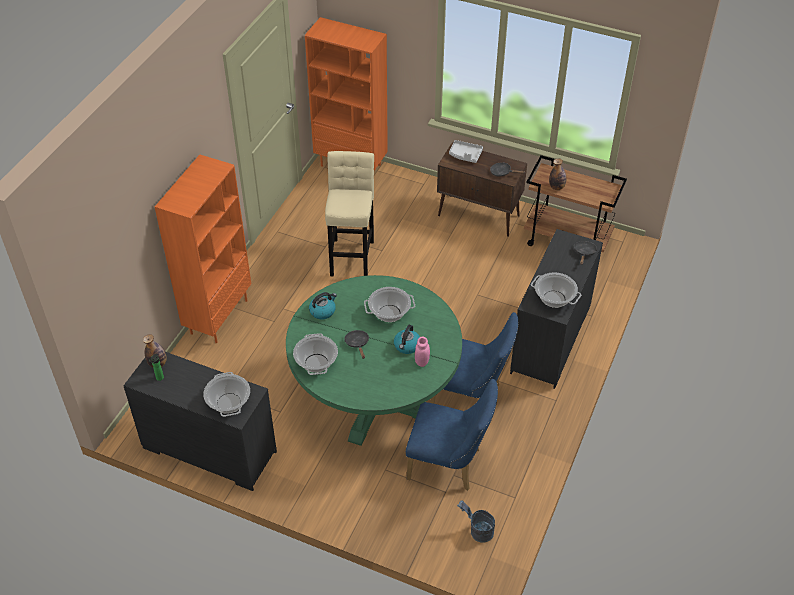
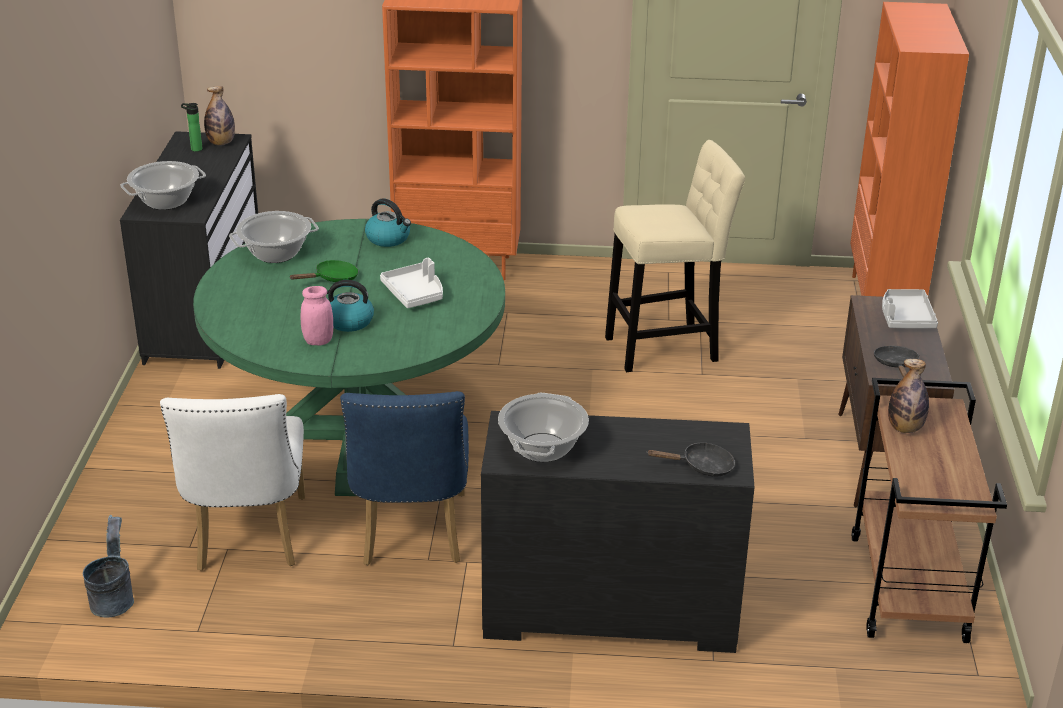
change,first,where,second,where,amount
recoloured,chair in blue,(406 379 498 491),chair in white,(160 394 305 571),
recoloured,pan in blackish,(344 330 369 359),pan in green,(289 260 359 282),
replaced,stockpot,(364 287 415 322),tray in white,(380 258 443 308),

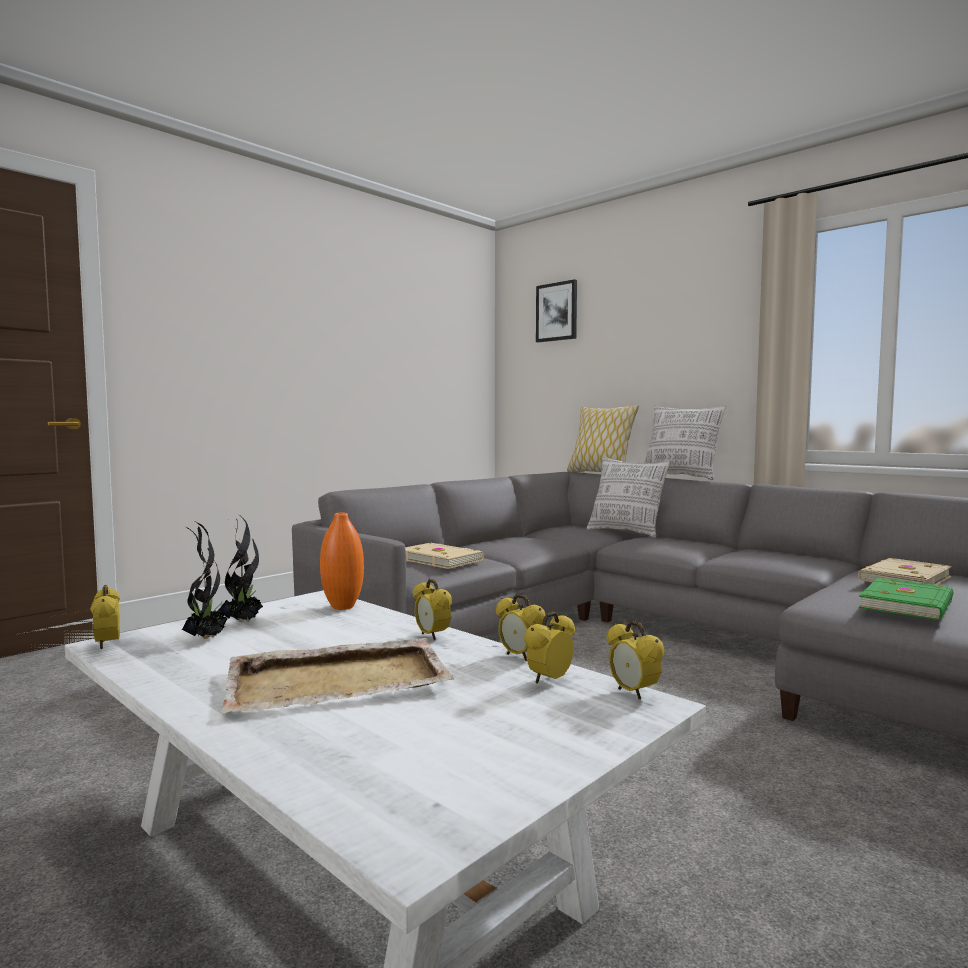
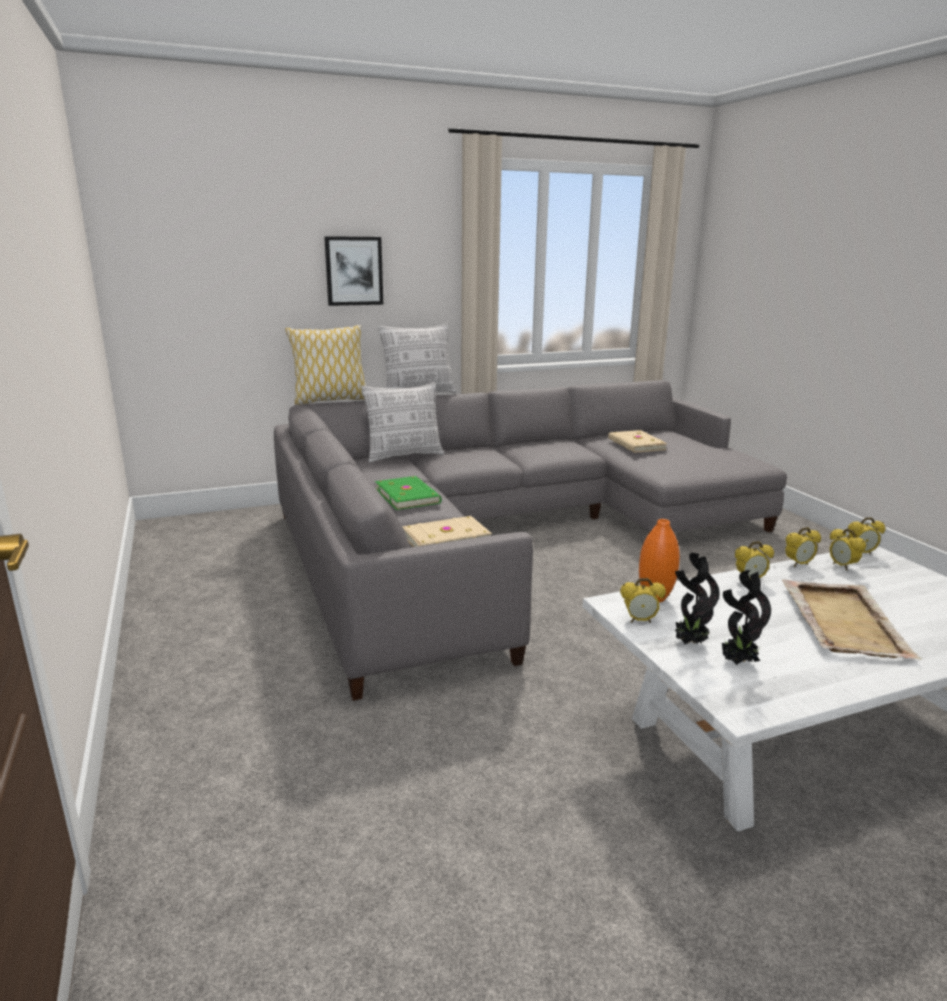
change,first,where,second,where,amount
moved,wall picture,(536 279 577 342),,(324 236 383 306),
moved,book in green,(858 578 953 620),,(375 476 441 510),
moved,table clock,(90 585 120 649),,(620 578 666 623),

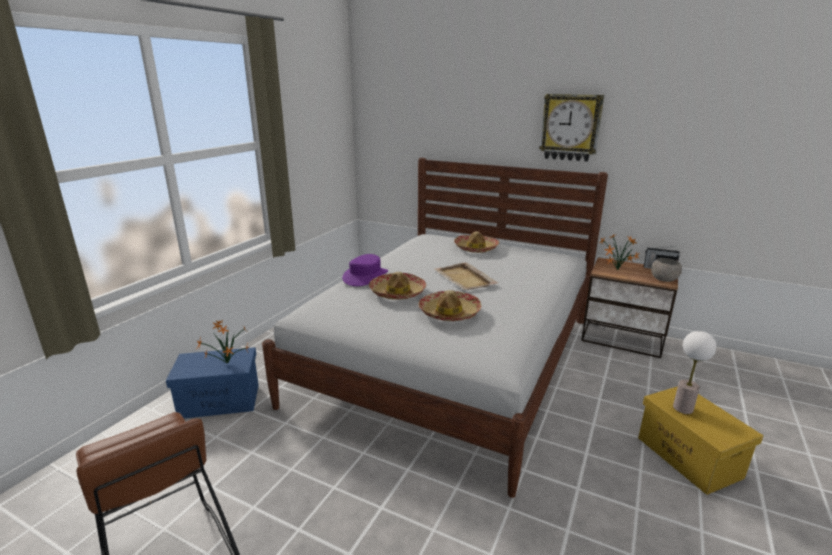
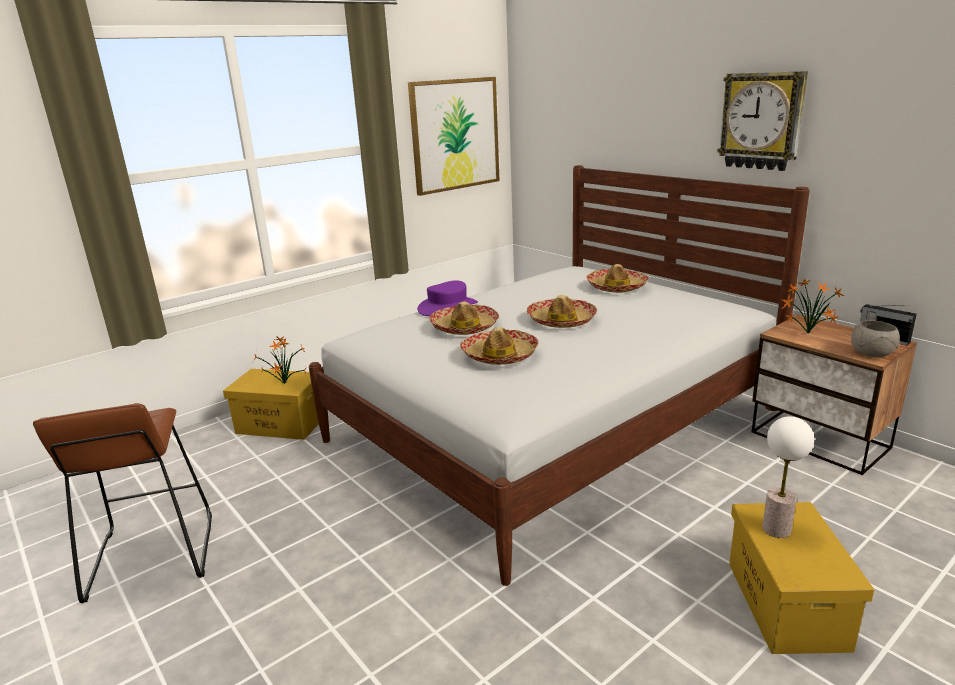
change,first,where,second,where,amount
recoloured,storage container in blue,(166 347 259 418),storage container in yellow,(223 369 319 440),
added,,,wall picture,(408 77 500 196),
replaced,tray in sand-coloured,(434 262 498 290),clothing hat,(527 295 597 328),

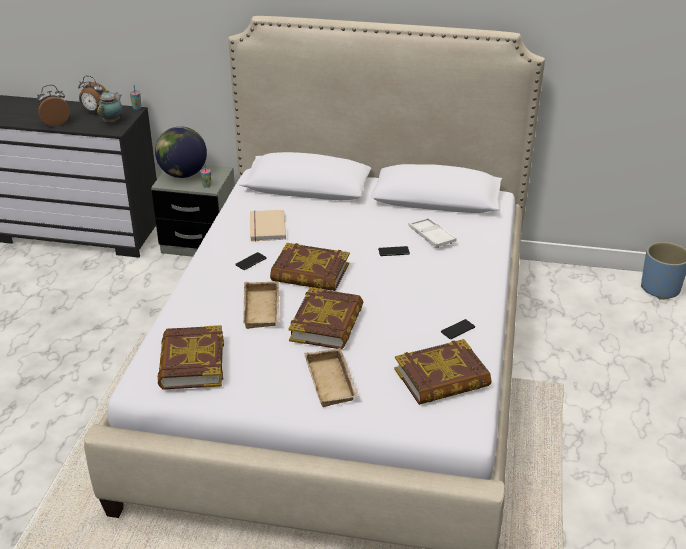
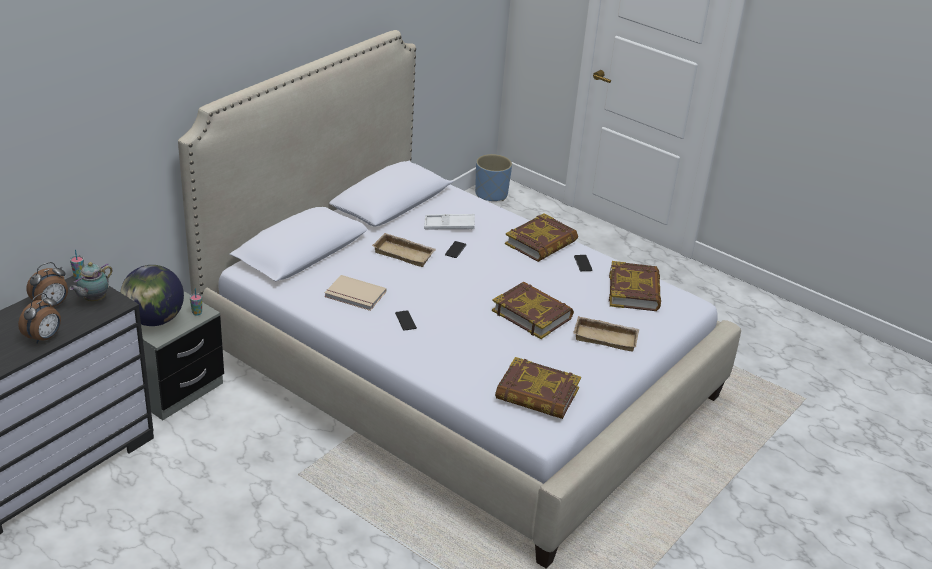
change,first,where,second,where,amount
turned,table clock,(37 85 70 126),,(18 293 61 344),150 degrees counterclockwise
turned,pot for tea,(97 89 122 123),,(69 262 113 301),105 degrees counterclockwise
moved,tray in sand-coloured,(243 281 280 329),,(372 233 436 267),
moved,book,(270 243 350 291),,(505 213 578 262),

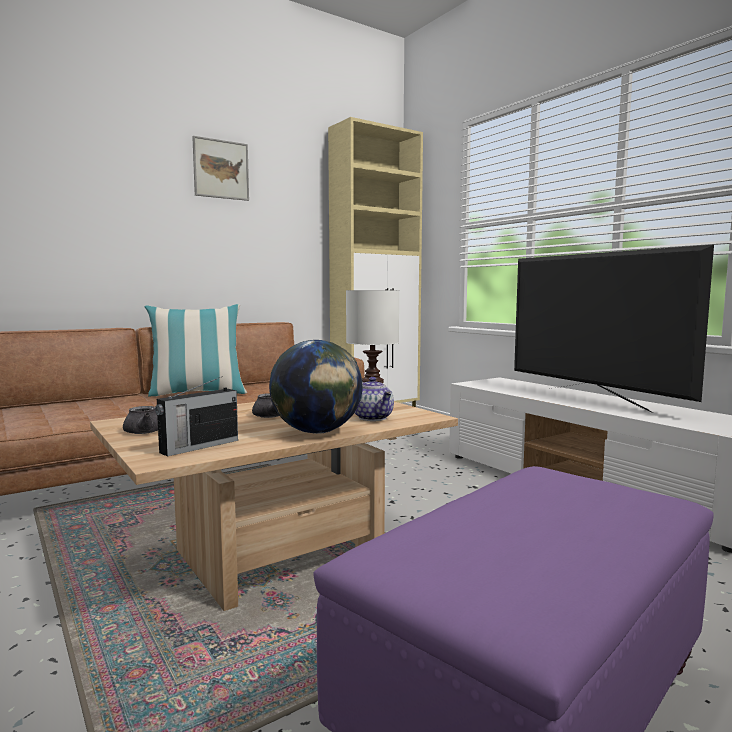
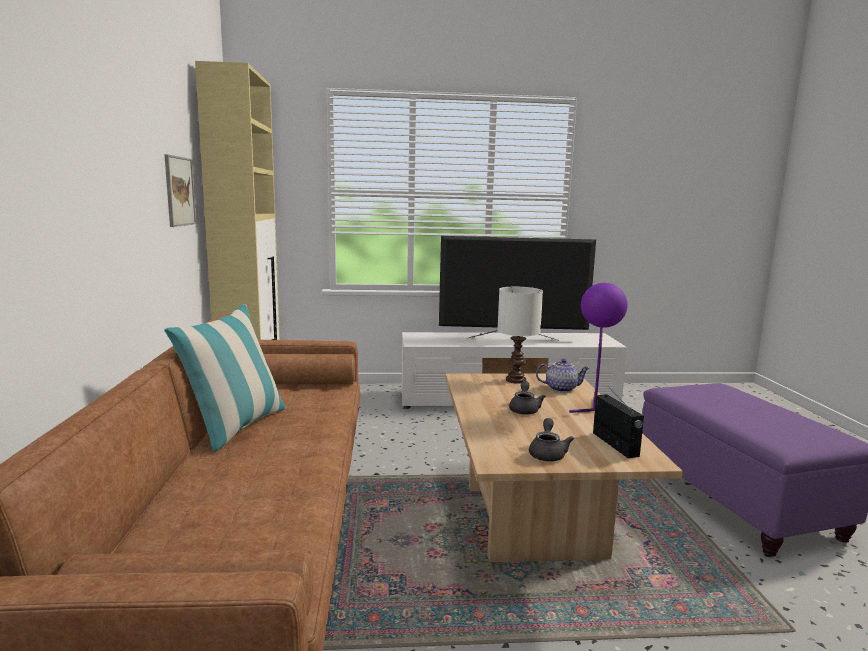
change,first,where,second,where,amount
moved,wall picture,(192 136 249 201),,(164 154 196 227),
replaced,world globe,(269 340 362 434),lamp for a table in purple,(569 283 628 413),

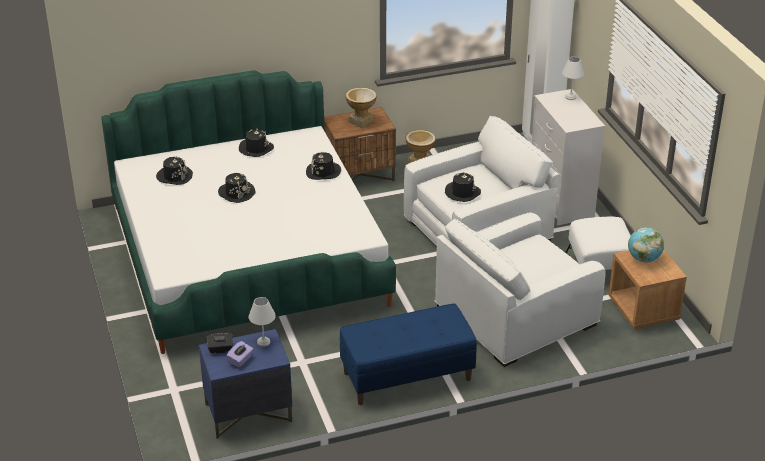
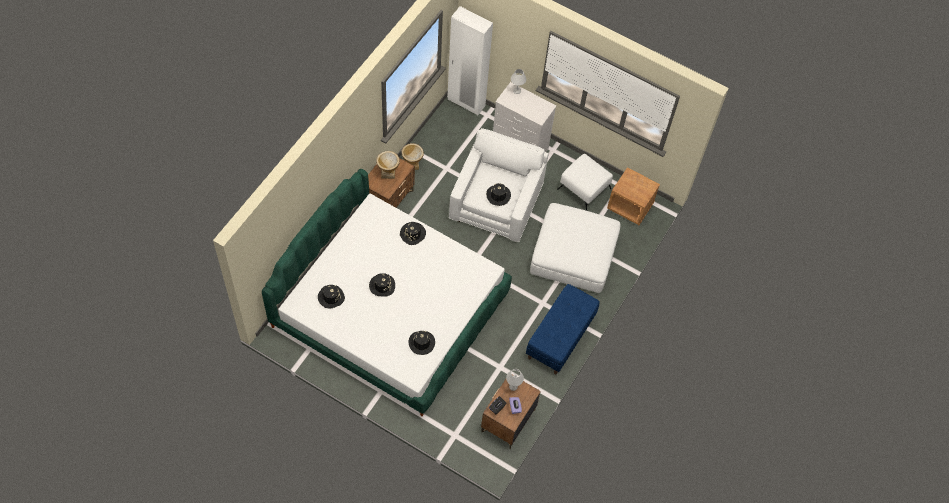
change,first,where,second,where,amount
moved,clothing hat in blackish,(239 128 274 157),,(409 331 435 355),
recoloured,bedside table in blue,(199 329 292 439),bedside table in brown,(481 375 541 449),
replaced,armchair in white,(435 212 606 367),footrest in white,(530 203 621 293),
removed,world globe,(628 227 664 262),,,

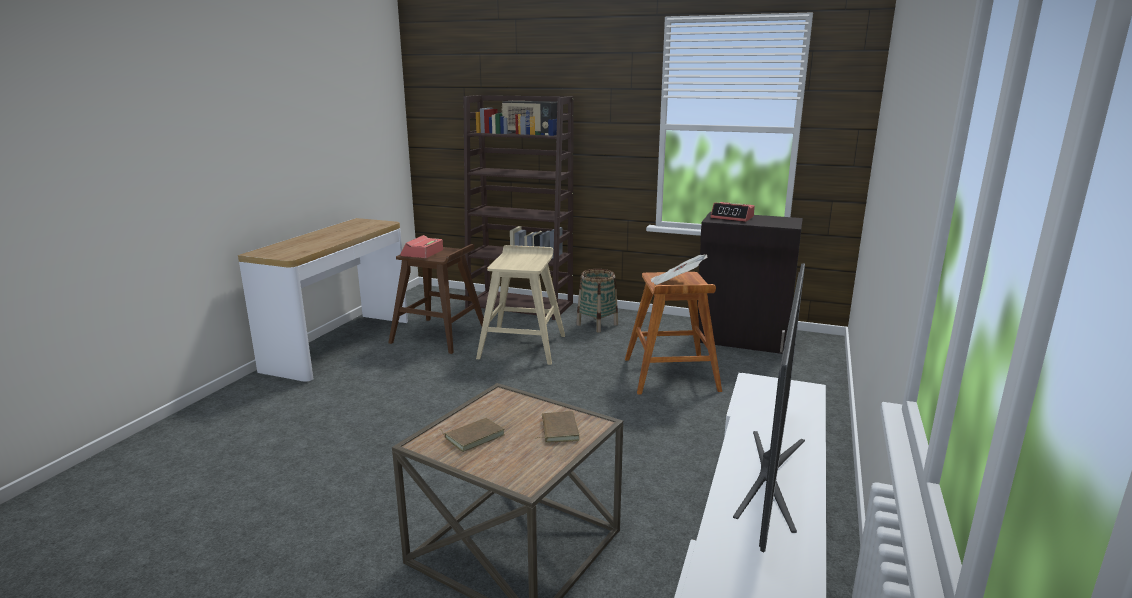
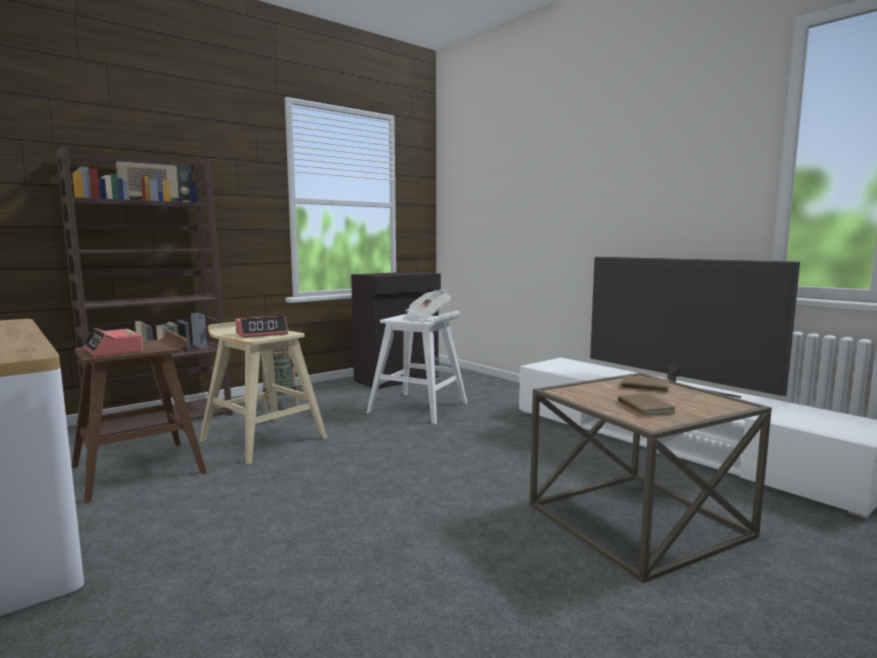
change,first,where,second,where,amount
moved,table clock,(710 202 755 222),,(235 316 288 338),
recoloured,sitting stool in brown,(625 272 722 395),sitting stool in white,(366 311 467 424),

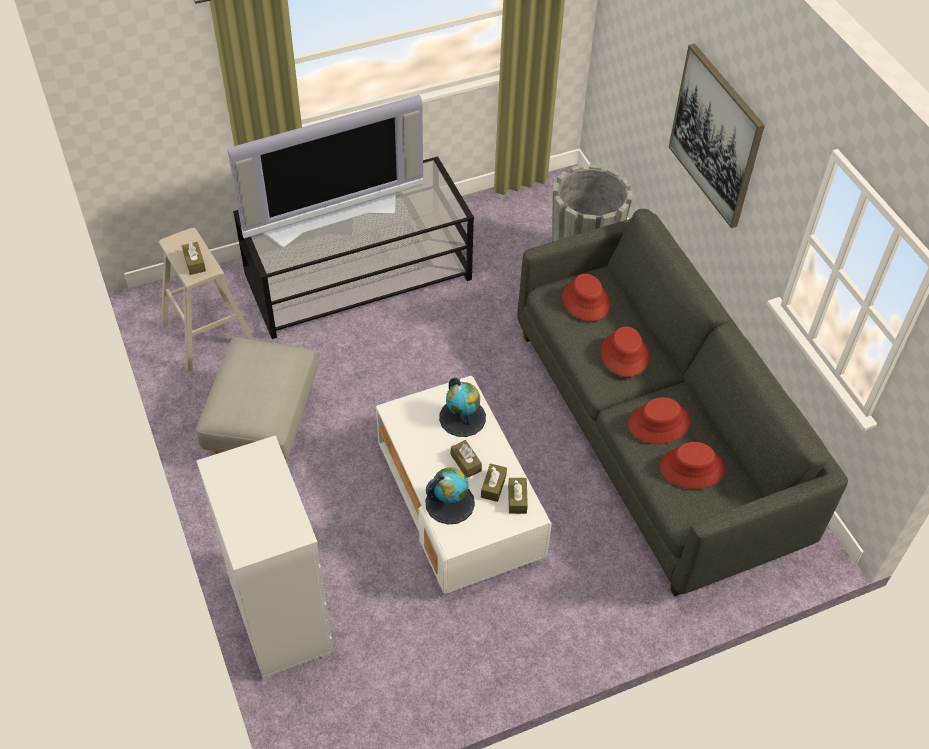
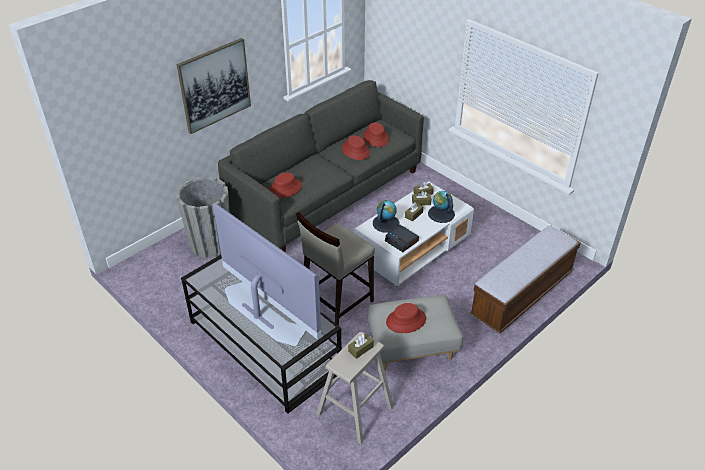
change,first,where,second,where,amount
added,,,sitting stool in sand-coloured,(296 212 375 326),
added,,,table clock,(385 225 419 252),
moved,clothing hat in reddish,(601 326 649 377),,(386 303 426 333),
replaced,dresser in white,(196 435 334 680),bench,(470 225 581 333),

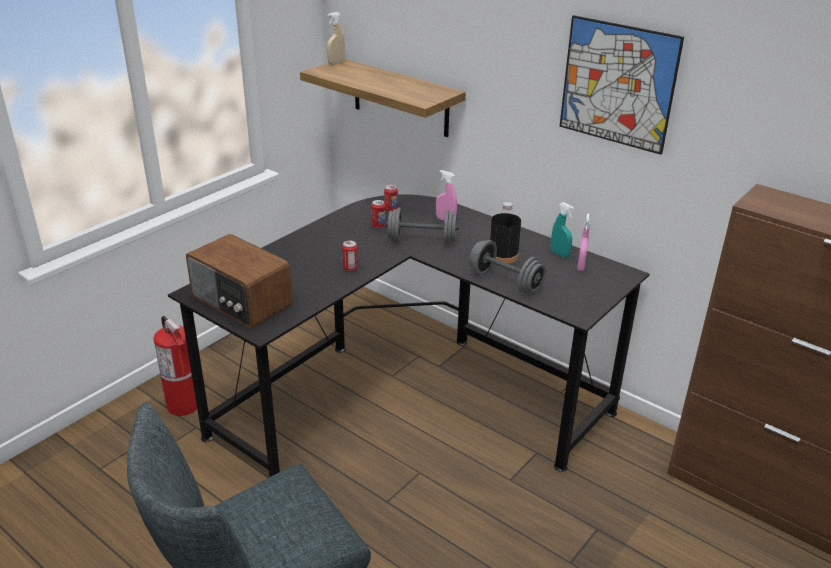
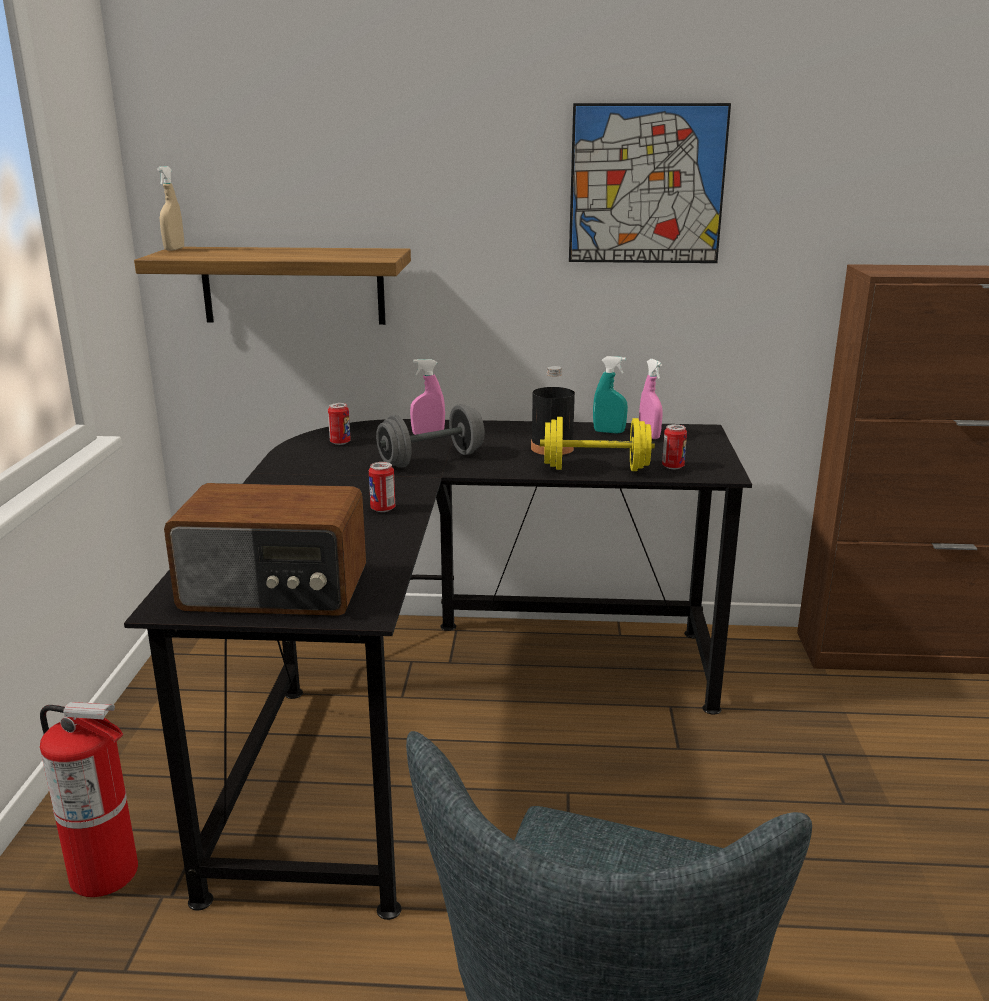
change,first,where,second,where,amount
recoloured,dumbbell in greyish,(469 240 545 293),dumbbell in yellow,(540 417 655 471),
moved,can,(371 200 385 228),,(662 424 687 469),

